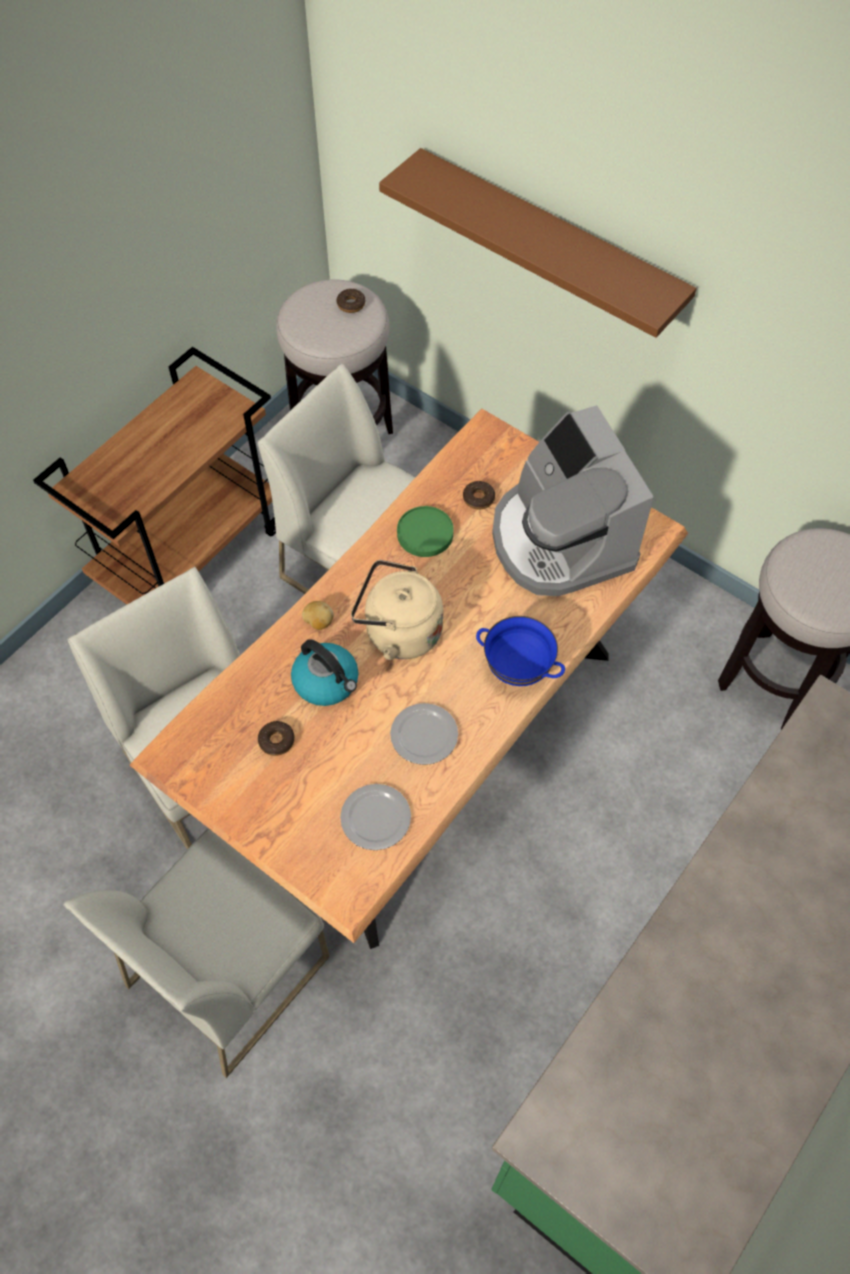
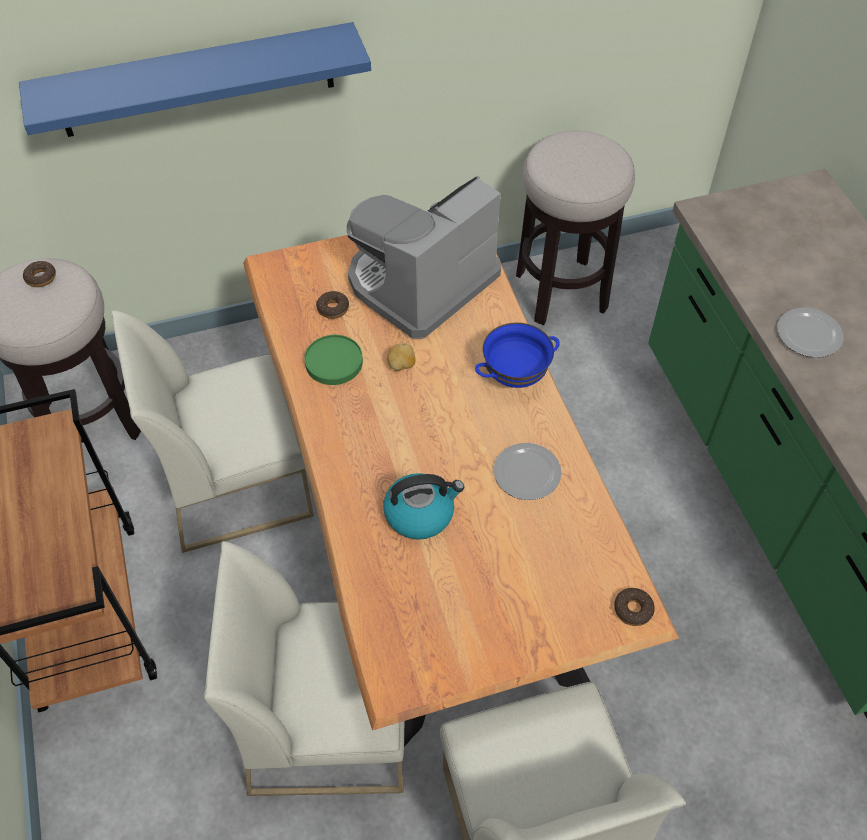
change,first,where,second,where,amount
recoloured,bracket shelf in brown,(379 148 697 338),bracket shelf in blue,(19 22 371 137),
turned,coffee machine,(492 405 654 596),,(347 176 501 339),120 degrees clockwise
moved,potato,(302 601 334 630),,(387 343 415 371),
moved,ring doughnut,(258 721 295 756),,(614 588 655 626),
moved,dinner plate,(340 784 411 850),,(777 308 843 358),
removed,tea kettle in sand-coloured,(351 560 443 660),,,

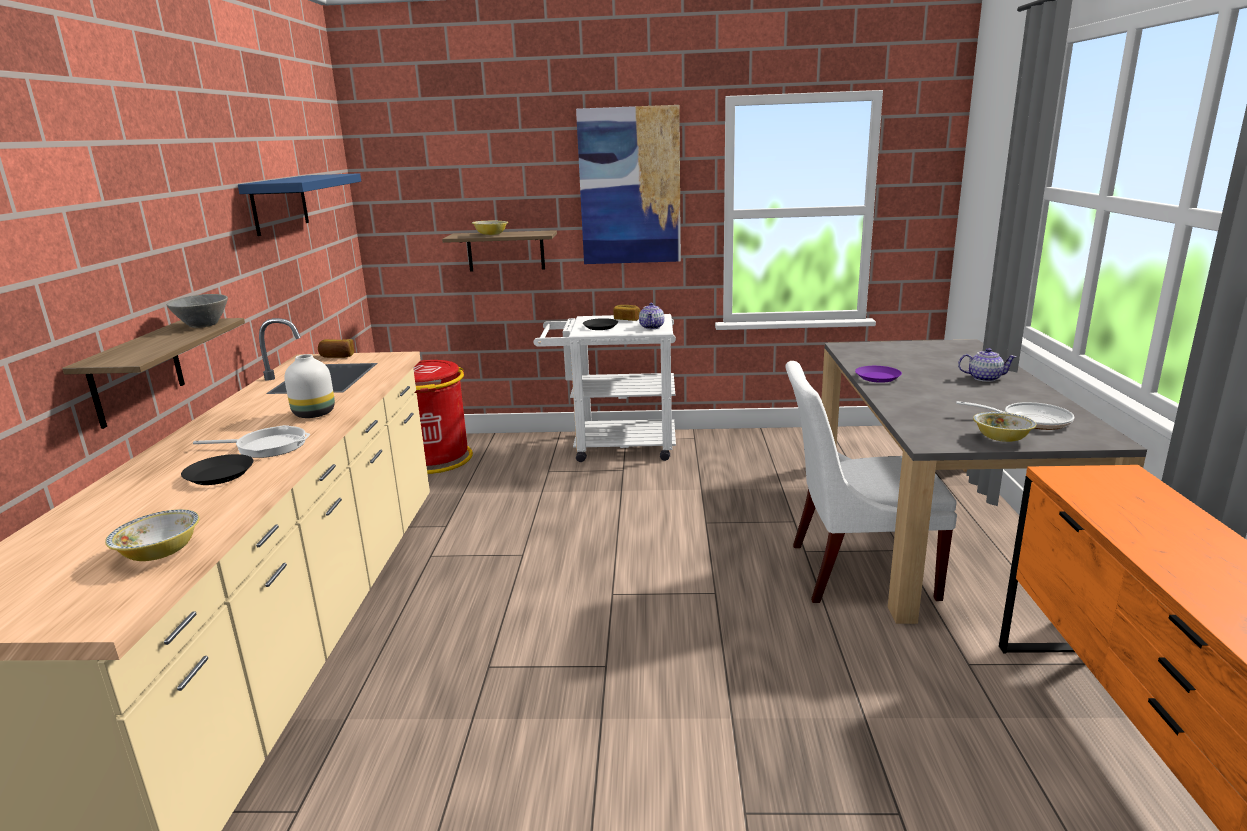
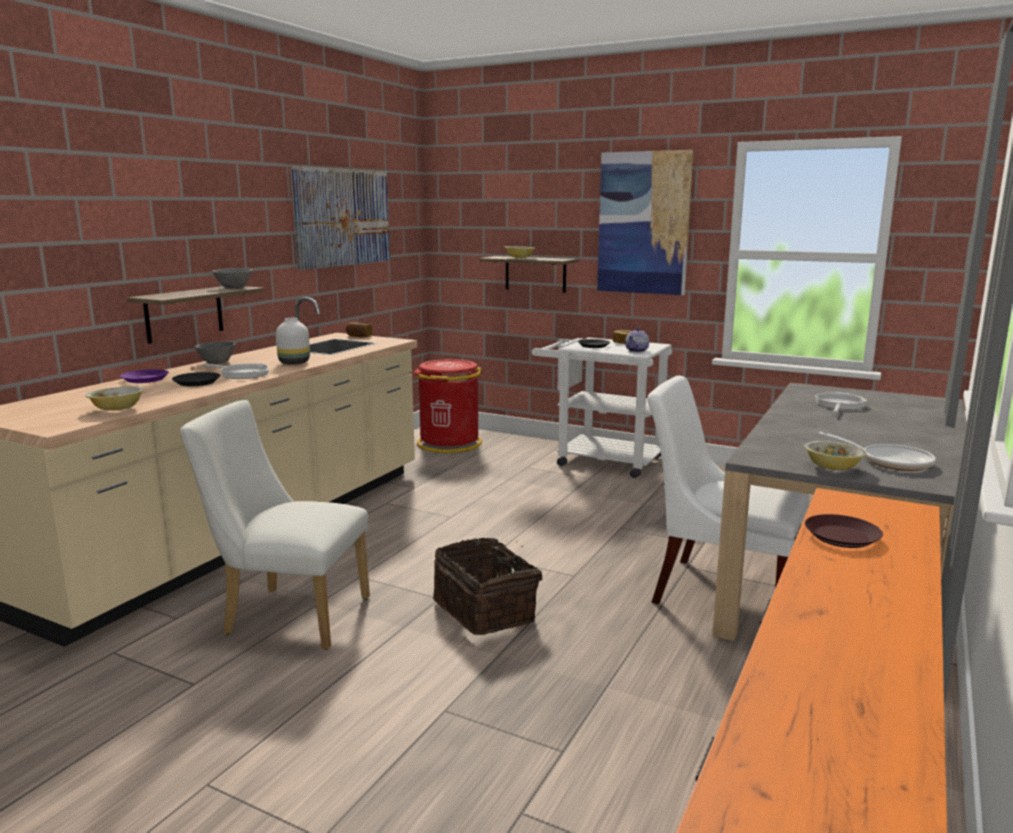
change,first,where,second,where,amount
moved,dinner plate in purple,(855 366 902 383),,(120 369 169 383),
added,,,chair in white,(180 400 370 650),
added,,,bowl in greyish,(195 341 235 364),
replaced,bracket shelf in blue,(238 173 361 236),wall picture,(290 166 390 270),
added,,,storage basket,(433 537 542 635),
added,,,dinner plate in brown,(805 514 883 548),
added,,,pan,(814 392 867 414),
removed,pot for tea,(958 348 1017 382),,,

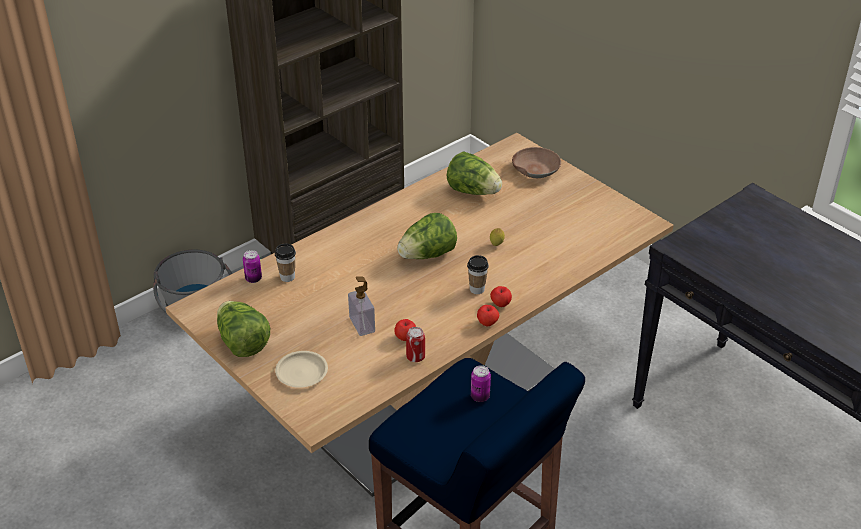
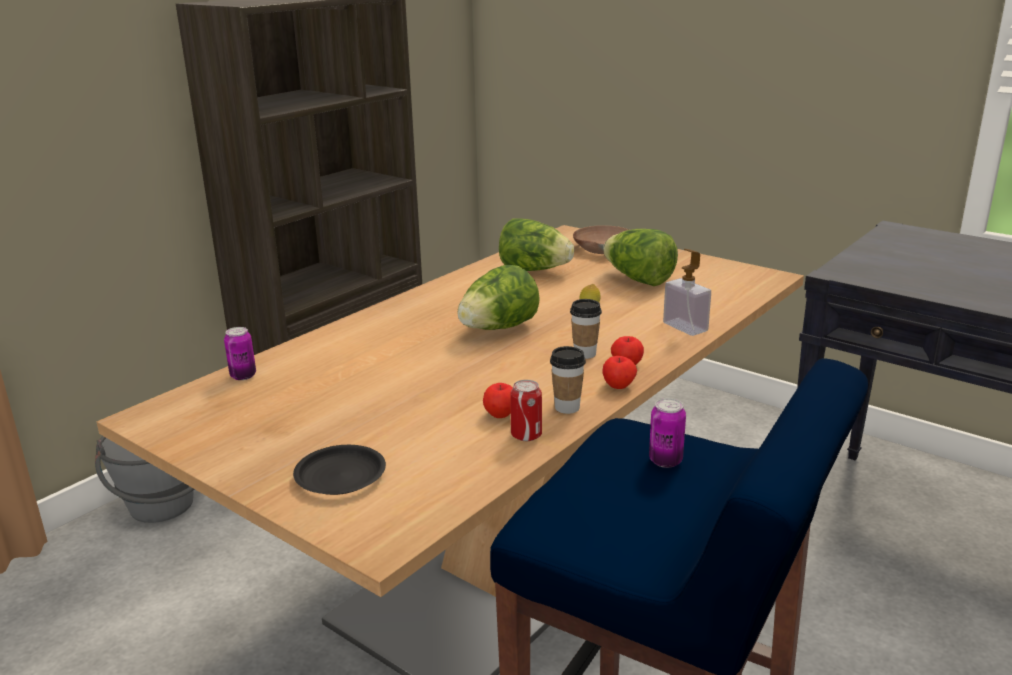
change,first,where,second,where,amount
recoloured,dinner plate in sand-coloured,(275 351 328 388),dinner plate in blackish,(293 445 386 495),
moved,cup,(275 243 296 282),,(550 346 586 414),
moved,head of lettuce,(217 301 270 357),,(603 229 678 286),
moved,soap bottle,(348 276 375 336),,(663 249 711 336),

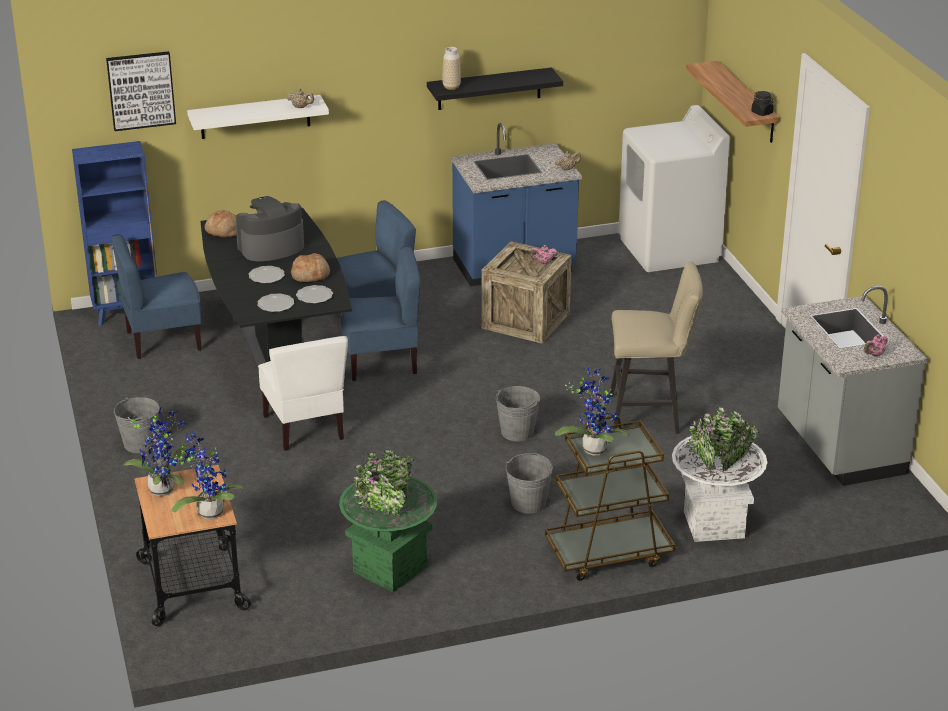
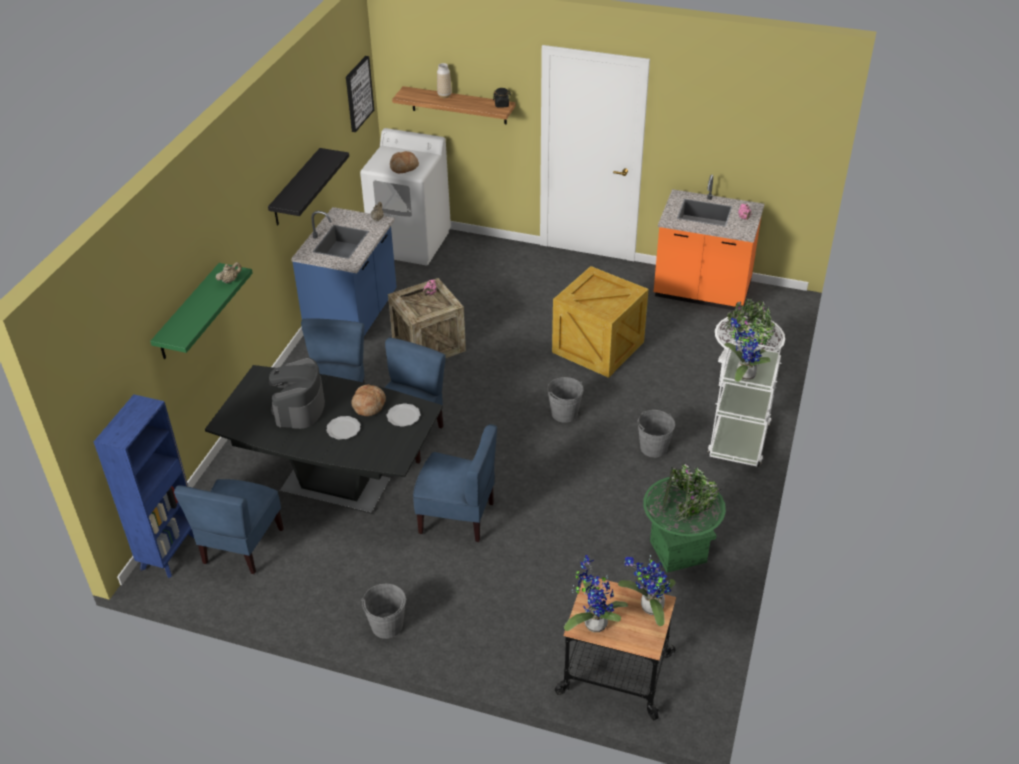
change,first,where,second,where,amount
recoloured,bracket shelf in white,(187 95 329 139),bracket shelf in green,(150 263 253 359),
moved,wall picture,(106 51 176 131),,(346 56 374 132),
moved,bakery bread,(205 210 237 237),,(390 151 419 173),
recoloured,chair in white,(258 336 348 451),chair in blue,(413 424 497 542),
moved,vase,(442 47 461 90),,(437 63 452 98),
replaced,sitting stool in sand-coloured,(609 261 703 434),shipping crate,(552 266 649 378),
recoloured,kitchen counter in greyish,(778 286 927 486),kitchen counter in orangey,(654 175 764 310),
recoloured,wheeled cart in brown,(545 415 675 581),wheeled cart in white,(708 340 782 466),
removed,dinner plate,(257 293 294 312),,,

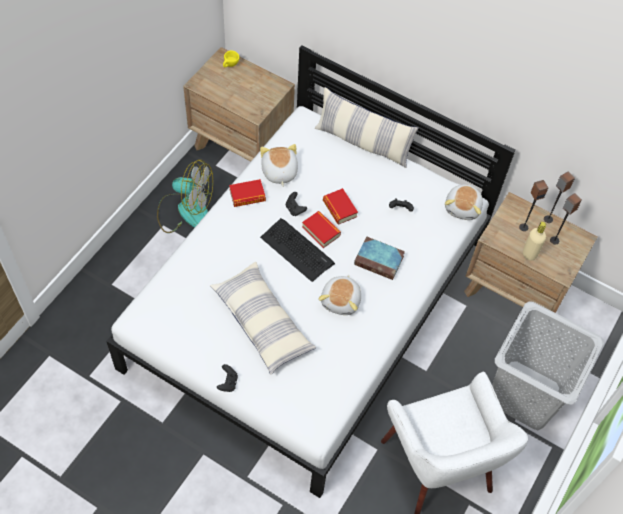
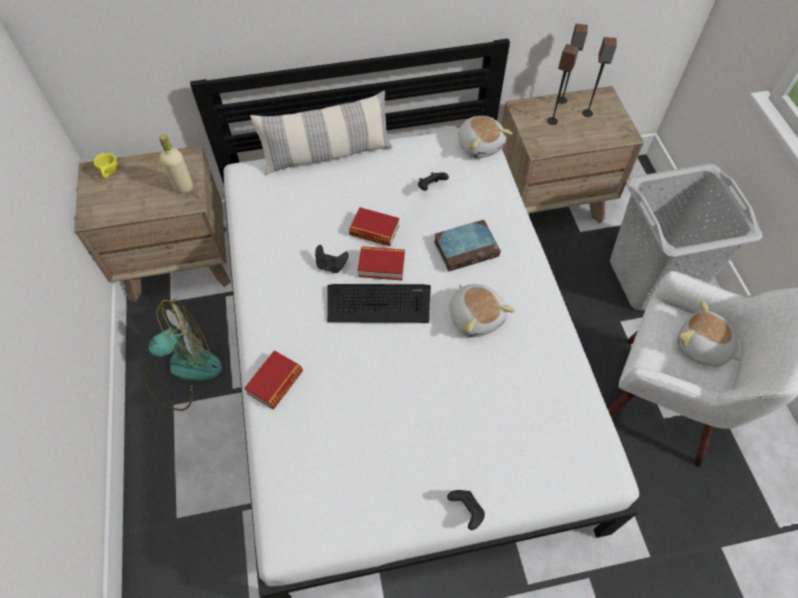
change,first,where,second,where,amount
moved,drink bottle in sand-coloured,(523 222 546 261),,(159 135 193 194),
moved,book,(229 179 266 207),,(244 350 303 409),
moved,soft toy,(260 144 298 187),,(678 301 741 367),
removed,cushion,(210 262 316 375),,,

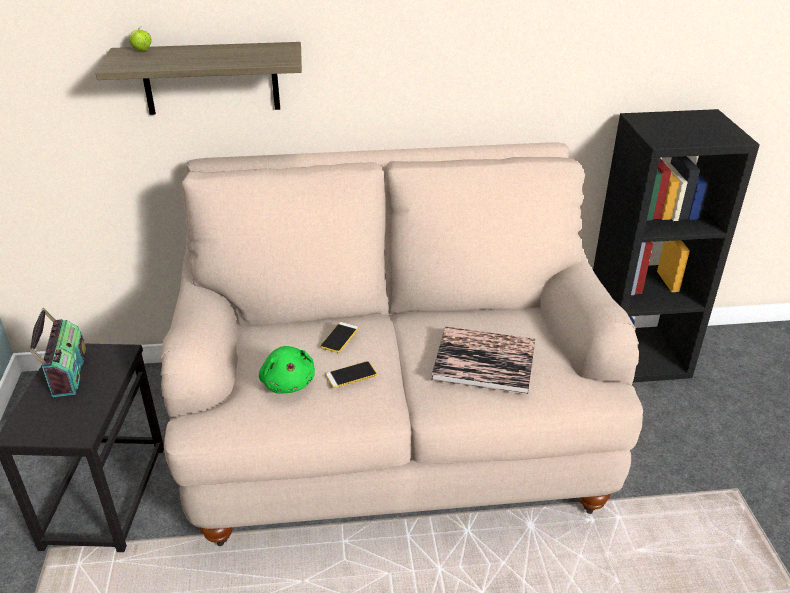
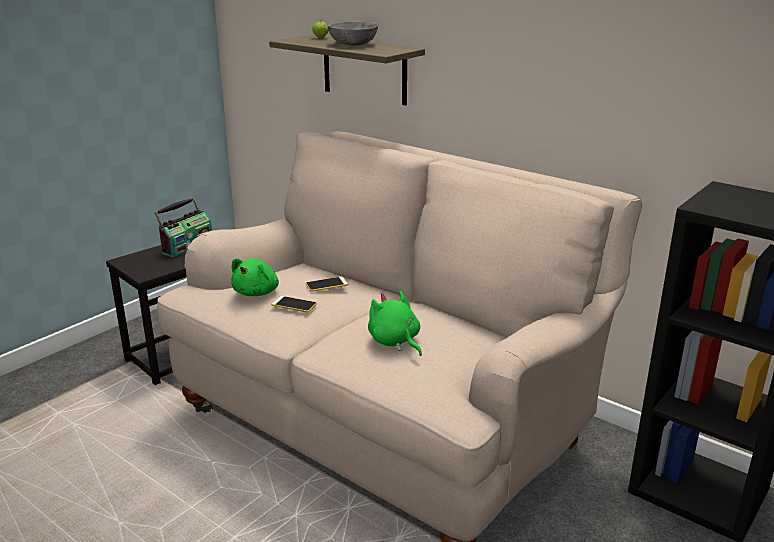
change,first,where,second,where,amount
added,,,bowl in greyish,(328 21 378 46),
replaced,book,(431 327 535 395),soft toy in green,(368 291 422 356),

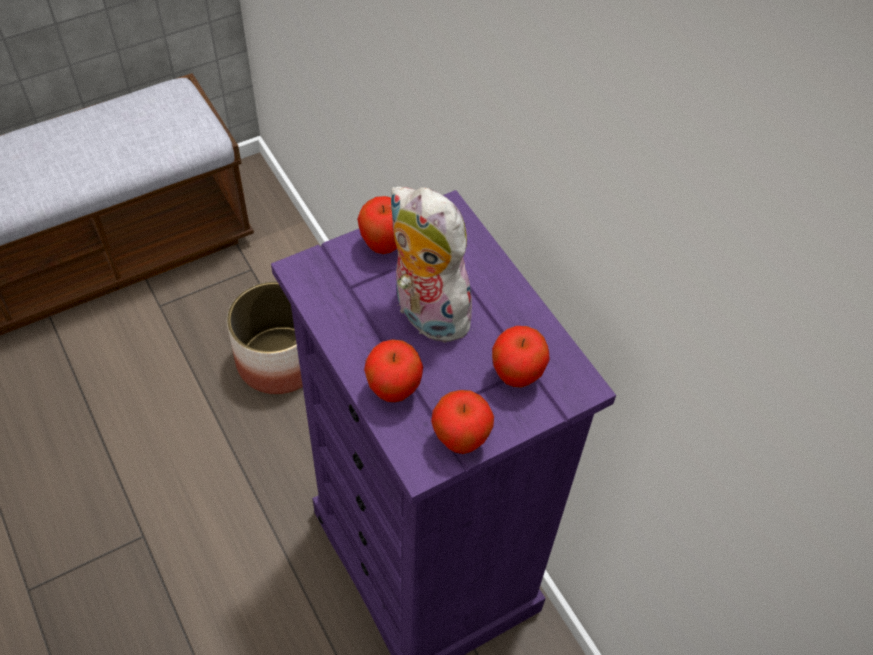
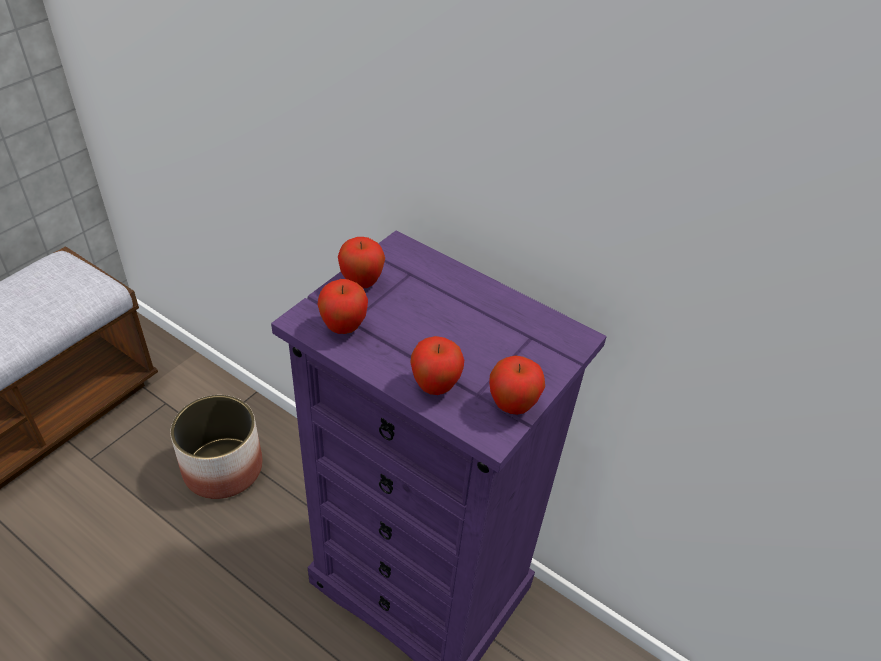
change,first,where,second,where,amount
moved,apple,(492 326 550 388),,(318 279 368 334),
removed,soft toy,(389 186 472 343),,,

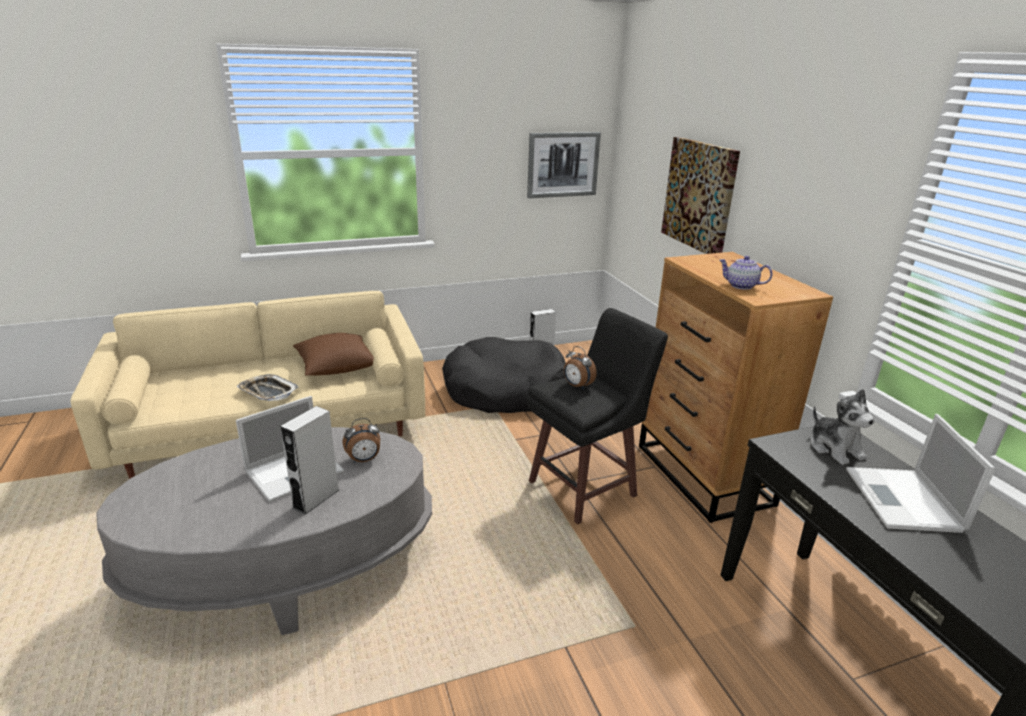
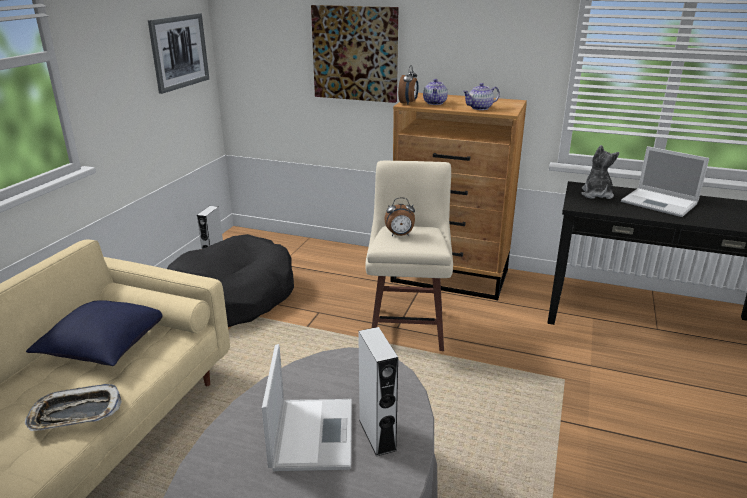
change,first,where,second,where,amount
recoloured,cushion in brown,(293 333 374 376),cushion in blue,(26 300 163 366),
recoloured,sitting stool in blackish,(527 308 668 524),sitting stool in sand-coloured,(365 161 453 351),
moved,table clock,(343 418 380 463),,(398 65 418 105),
added,,,pot for tea,(423 79 448 105),
turned,soft toy,(810 389 874 465),,(581 145 619 199),105 degrees counterclockwise

